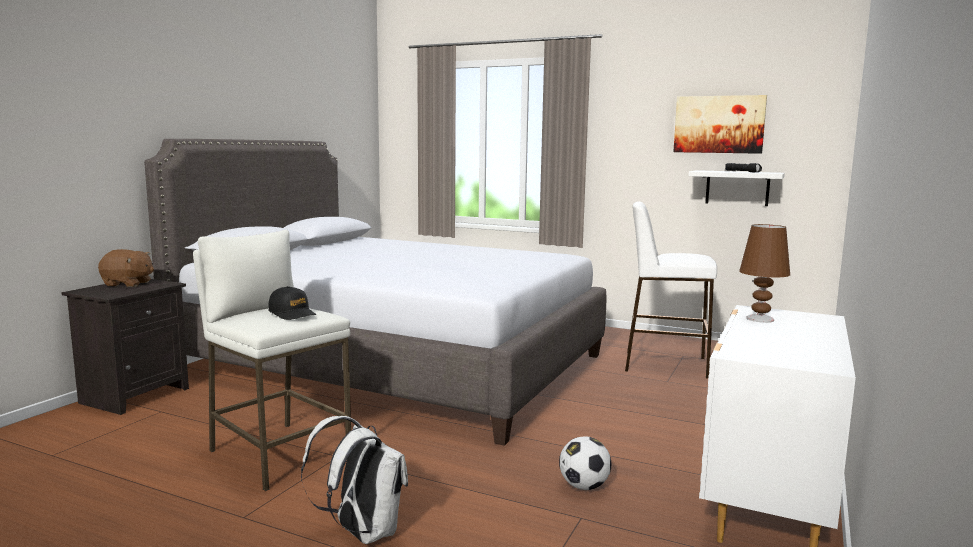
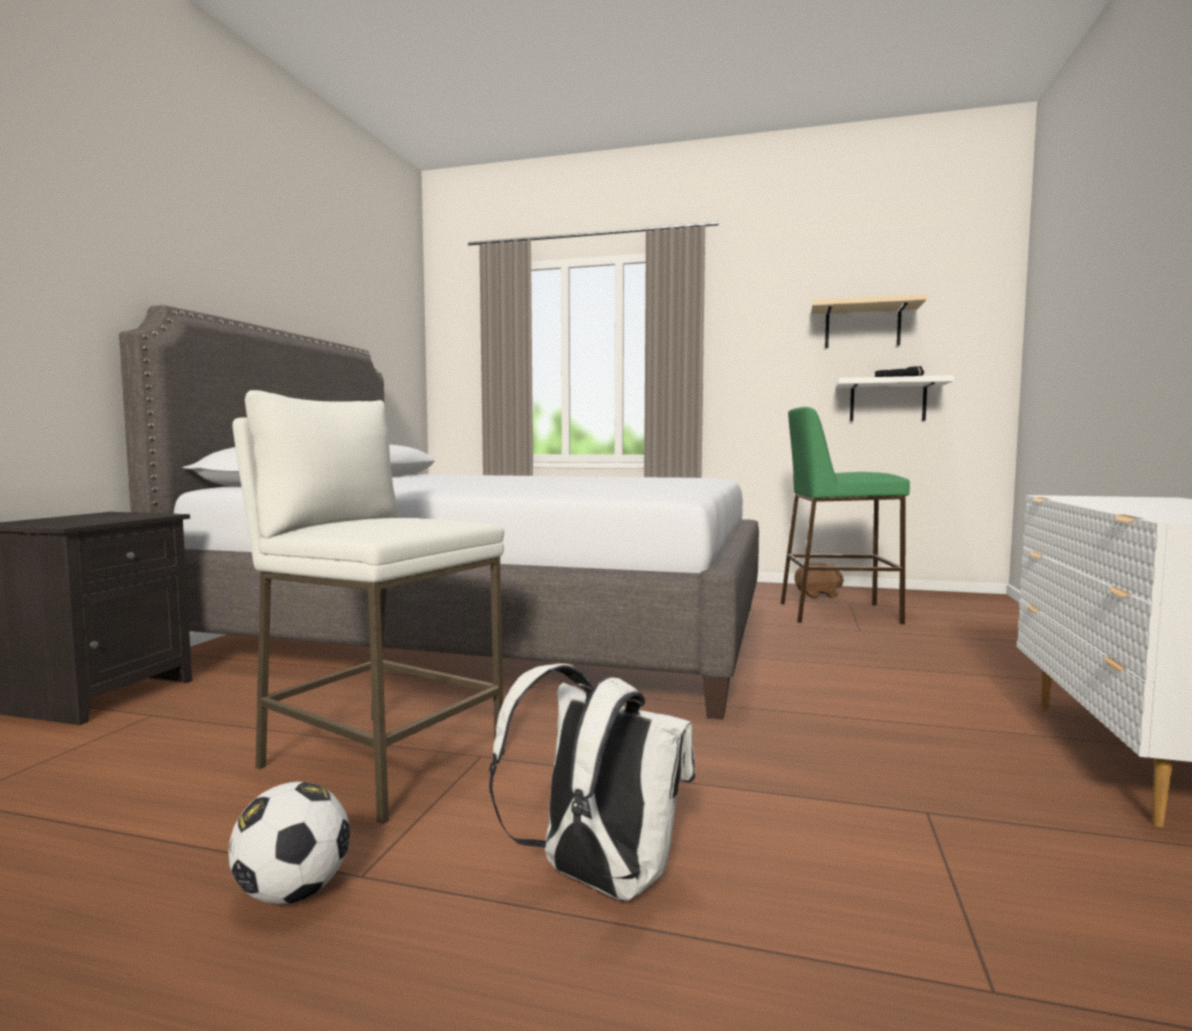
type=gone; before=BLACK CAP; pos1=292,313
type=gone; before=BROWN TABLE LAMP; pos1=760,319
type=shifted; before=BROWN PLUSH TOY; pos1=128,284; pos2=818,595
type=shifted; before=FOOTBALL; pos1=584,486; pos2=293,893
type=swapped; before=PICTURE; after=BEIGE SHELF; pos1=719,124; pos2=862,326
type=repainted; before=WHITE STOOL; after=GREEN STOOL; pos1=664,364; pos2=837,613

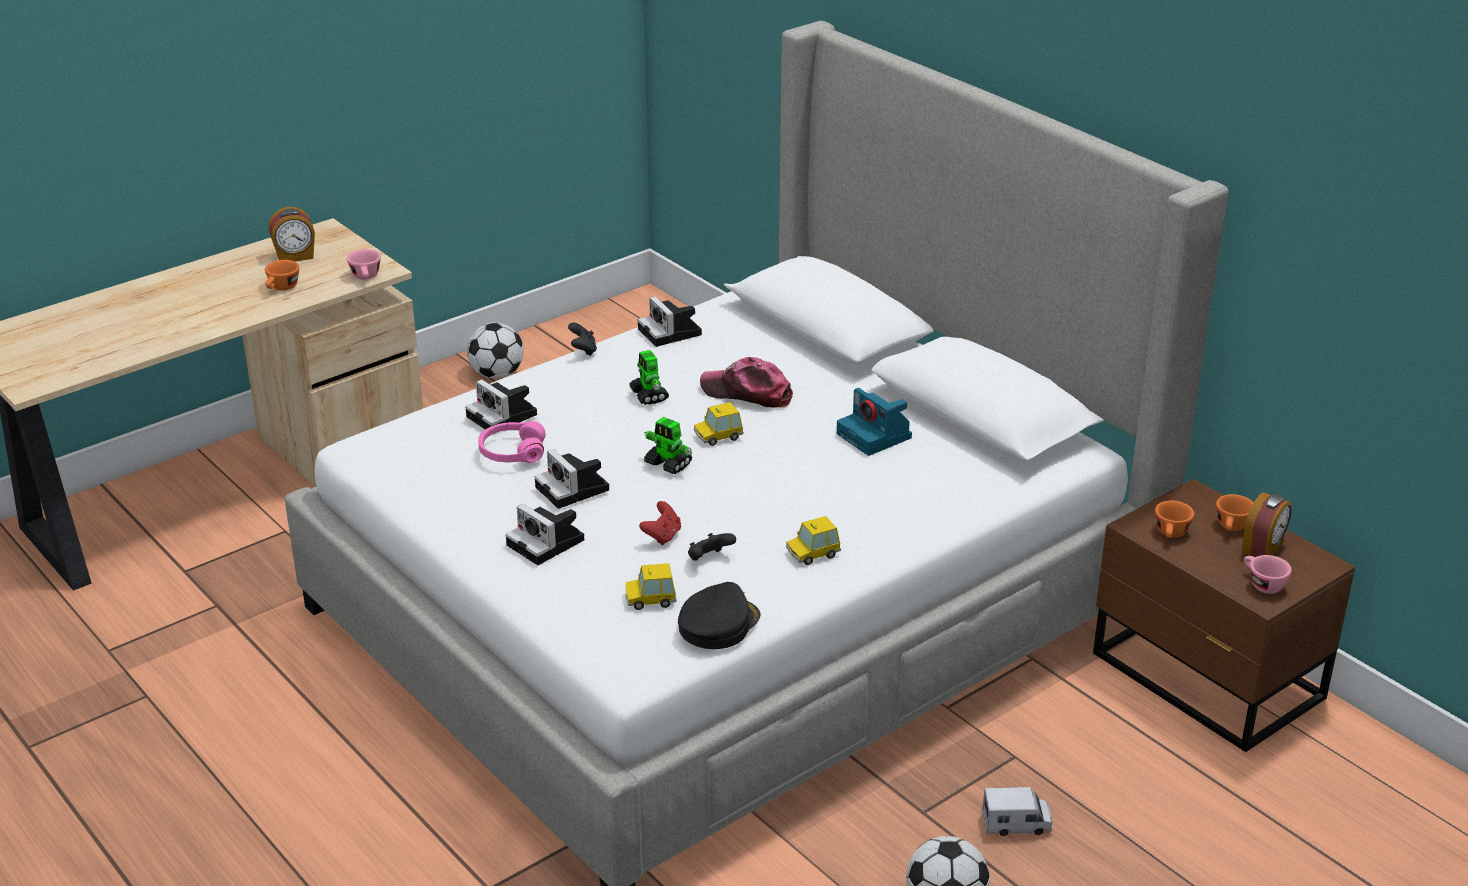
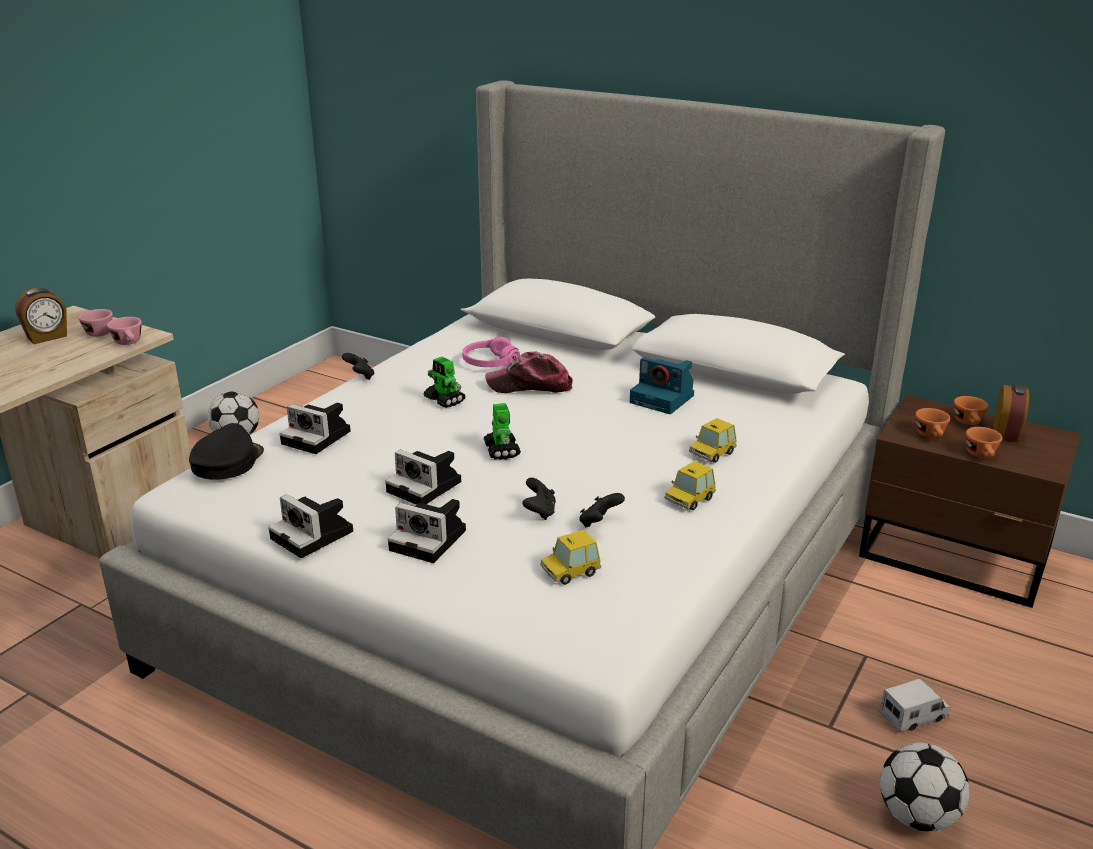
type=shifted; before=ORANGE CUP; pos1=282,288; pos2=982,456
type=shifted; before=PINK HEADPHONES; pos1=512,452; pos2=490,362
type=shifted; before=PHOTO CAMERA; pos1=671,333; pos2=315,535
type=shifted; before=BLACK CAP; pos1=717,624; pos2=226,462
type=shifted; before=TOY CAR; pos1=718,436; pos2=712,453
type=shifted; before=PINK CUP; pos1=1262,584; pos2=96,332
type=repainted; before=RED GAME CONTROLLER; after=BLACK GAME CONTROLLER; pos1=662,536; pos2=539,512
type=rotated; before=TOY ROBOT; pos1=668,464; pos2=501,450; turn=-120

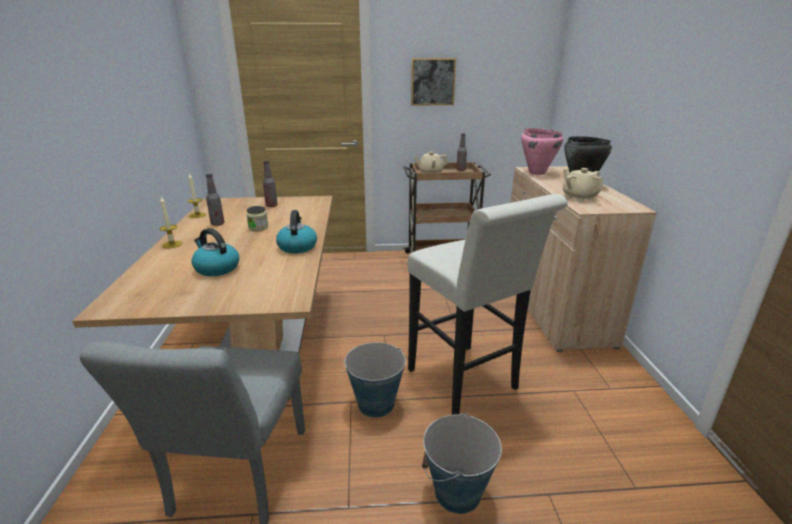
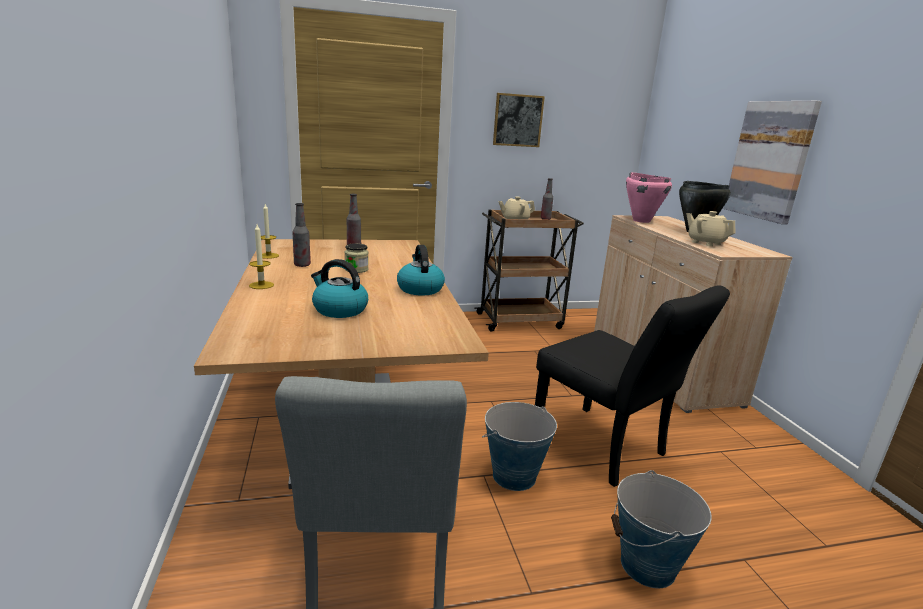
type=new; after=PICTURE; pos2=770,161
type=swapped; before=WHITE STOOL; after=BLACK CHAIR; pos1=467,383; pos2=606,449

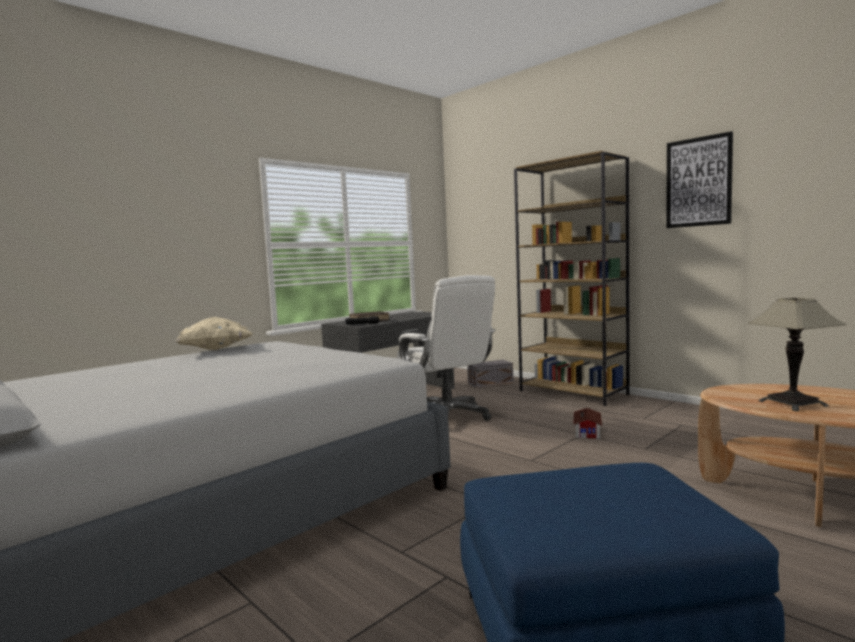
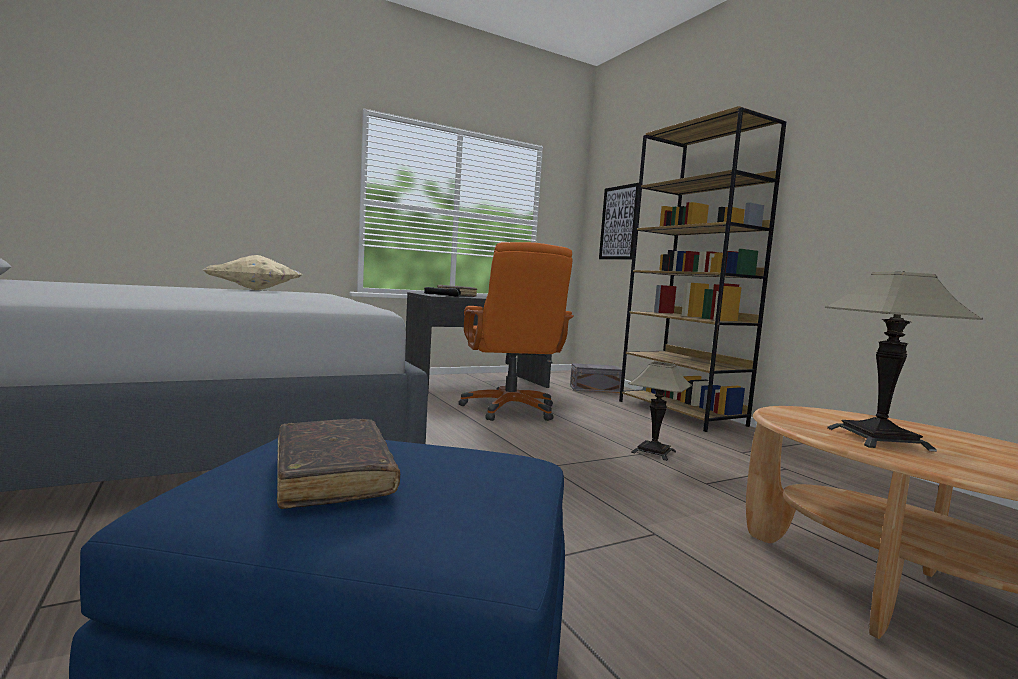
type=new; after=BROWN BOOK; pos2=333,475
type=shifted; before=PICTURE; pos1=698,182; pos2=619,223
type=swapped; before=TOY HOUSE; after=TABLE LAMP; pos1=588,431; pos2=654,452
type=repainted; before=WHITE OFFICE CHAIR; after=ORANGE OFFICE CHAIR; pos1=448,416; pos2=510,409

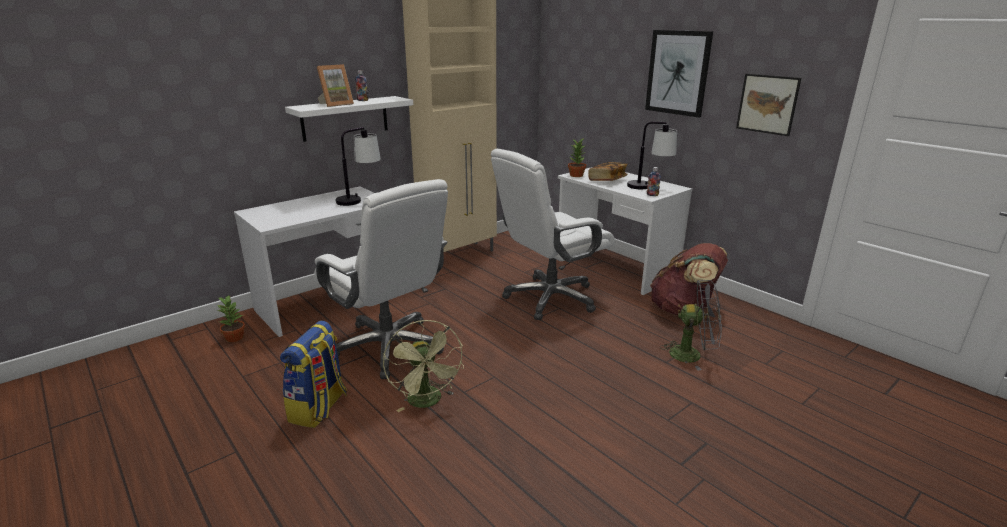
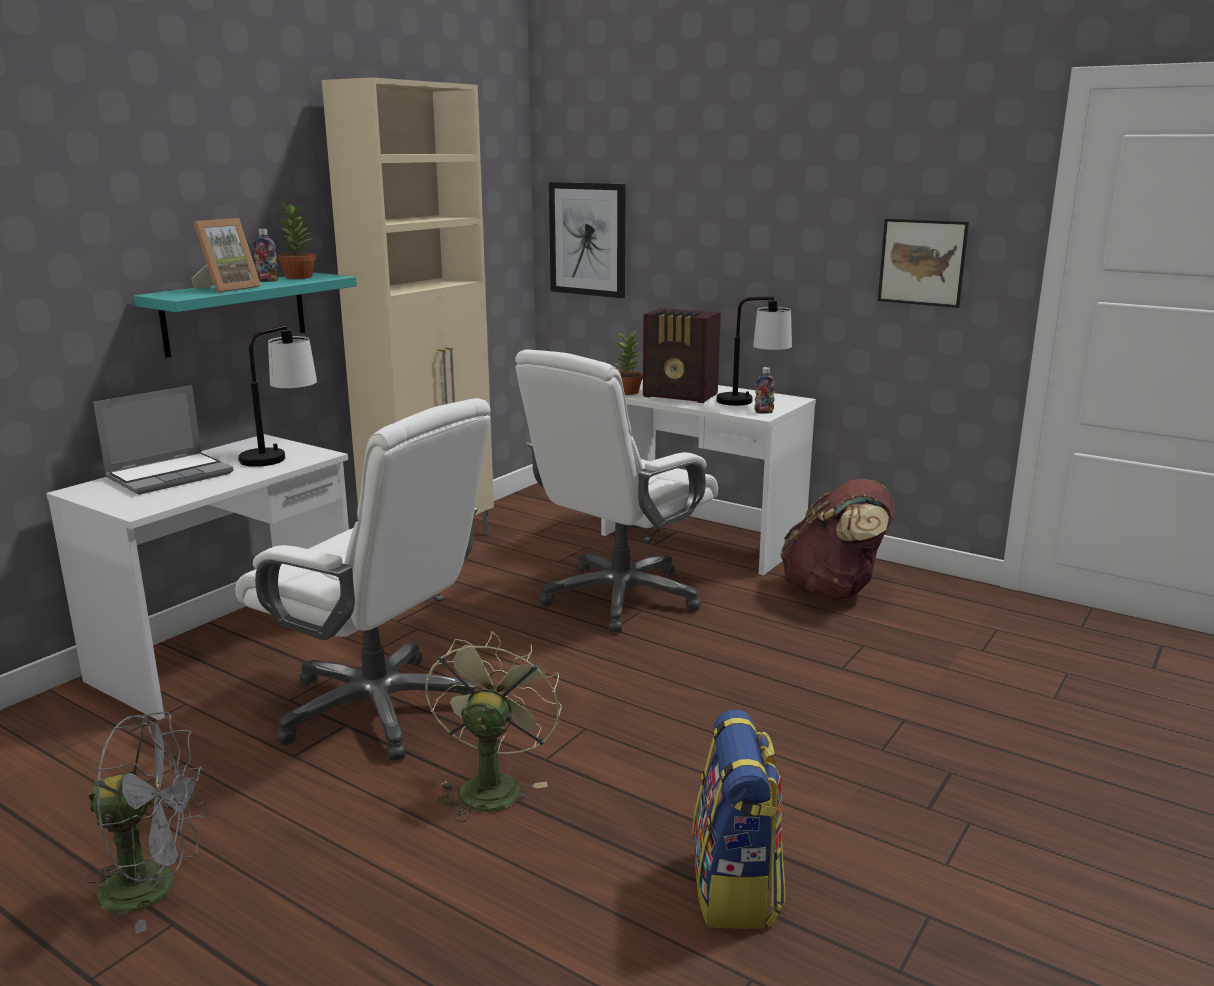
type=new; after=LAPTOP; pos2=170,475
type=shifted; before=POTTED PLANT; pos1=234,337; pos2=298,277
type=shifted; before=BACKPACK; pos1=319,408; pos2=736,889
type=shifted; before=PICTURE; pos1=678,73; pos2=588,239
type=shifted; before=GREY FAN; pos1=692,354; pos2=155,887
type=swapped; before=BOOK; after=RADIO; pos1=607,180; pos2=681,396
type=repainted; before=WHITE SHELF; after=TURQUOISE SHELF; pos1=345,118; pos2=235,313
type=rotated; before=GREEN FAN; pos1=427,402; pos2=491,785; turn=-135

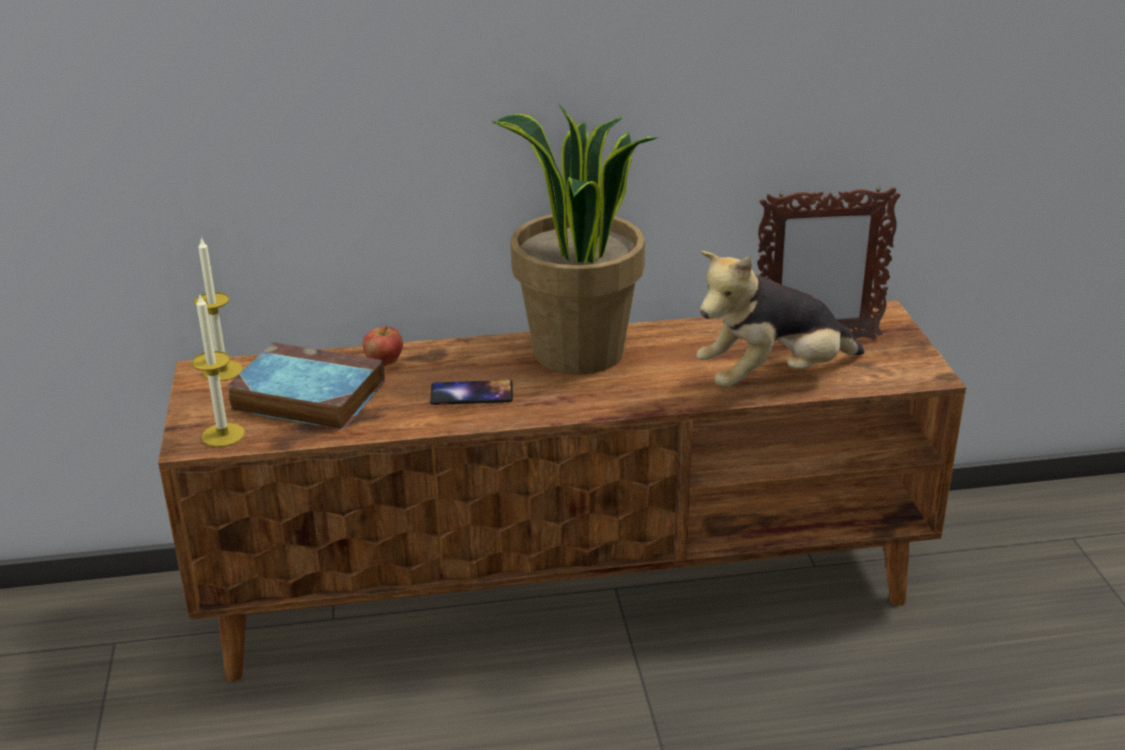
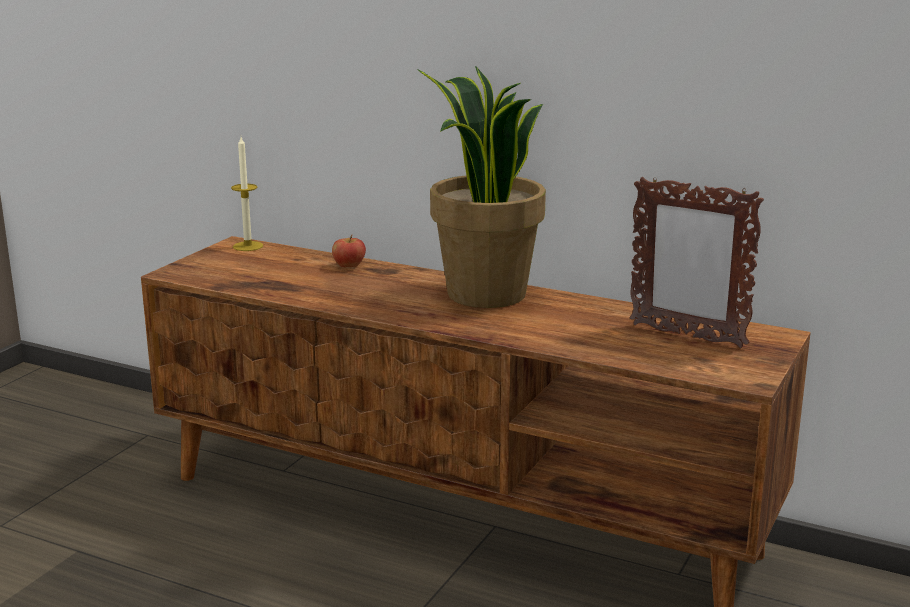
type=gone; before=CANDLE; pos1=223,435
type=gone; before=BOOK; pos1=304,396
type=gone; before=PHONE; pos1=471,393
type=gone; before=PLUSH TOY; pos1=773,378

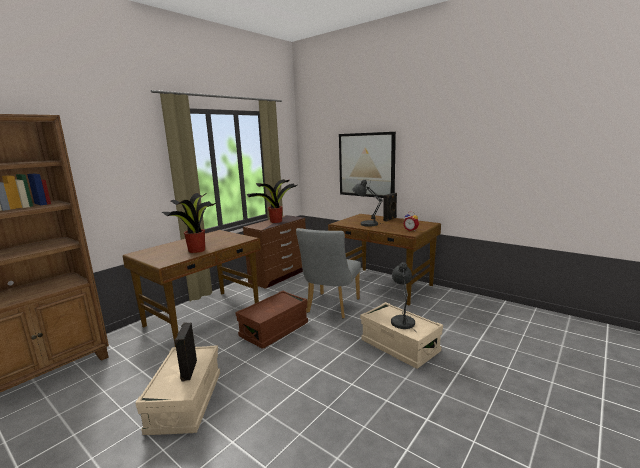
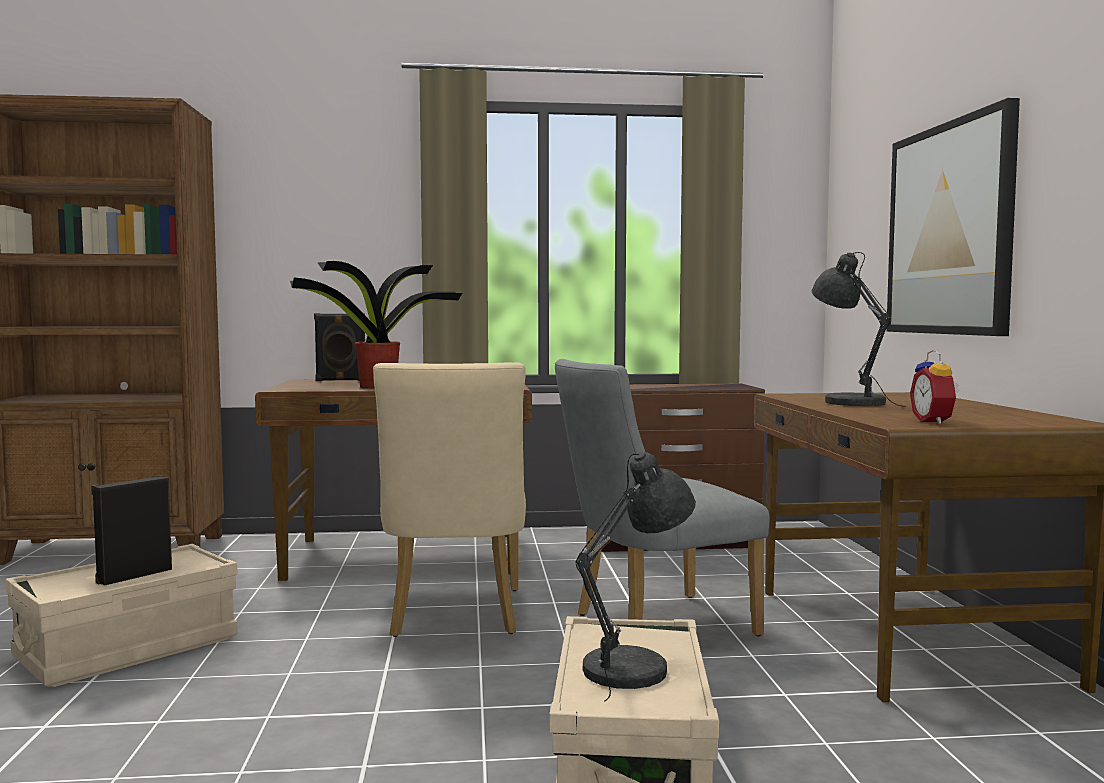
type=gone; before=POTTED PLANT; pos1=275,221
type=shifted; before=BLACK SPEAKER; pos1=390,219; pos2=340,380
type=swapped; before=BROWN STORAGE BOX; after=BEIGE CHAIR; pos1=274,330; pos2=455,616

